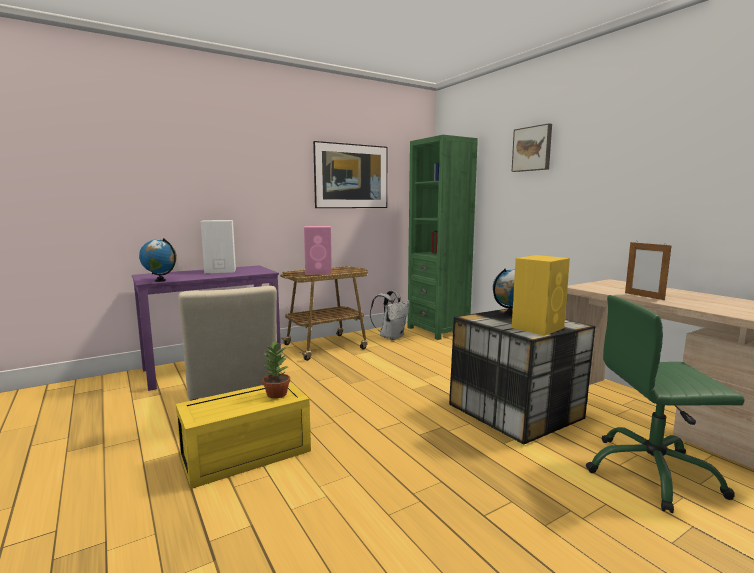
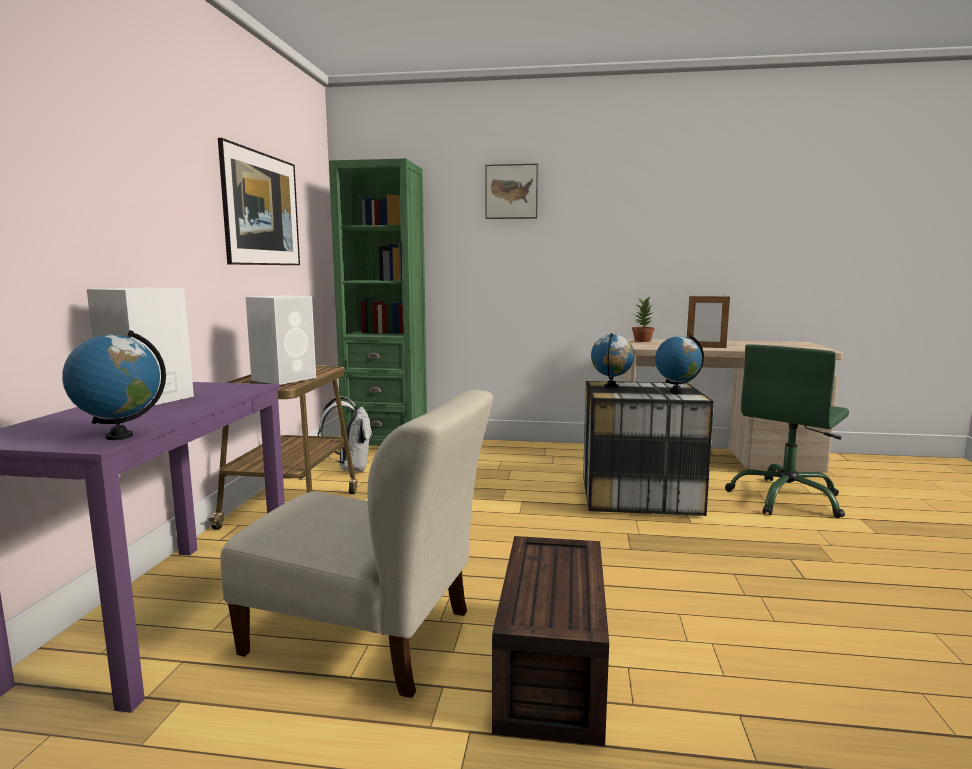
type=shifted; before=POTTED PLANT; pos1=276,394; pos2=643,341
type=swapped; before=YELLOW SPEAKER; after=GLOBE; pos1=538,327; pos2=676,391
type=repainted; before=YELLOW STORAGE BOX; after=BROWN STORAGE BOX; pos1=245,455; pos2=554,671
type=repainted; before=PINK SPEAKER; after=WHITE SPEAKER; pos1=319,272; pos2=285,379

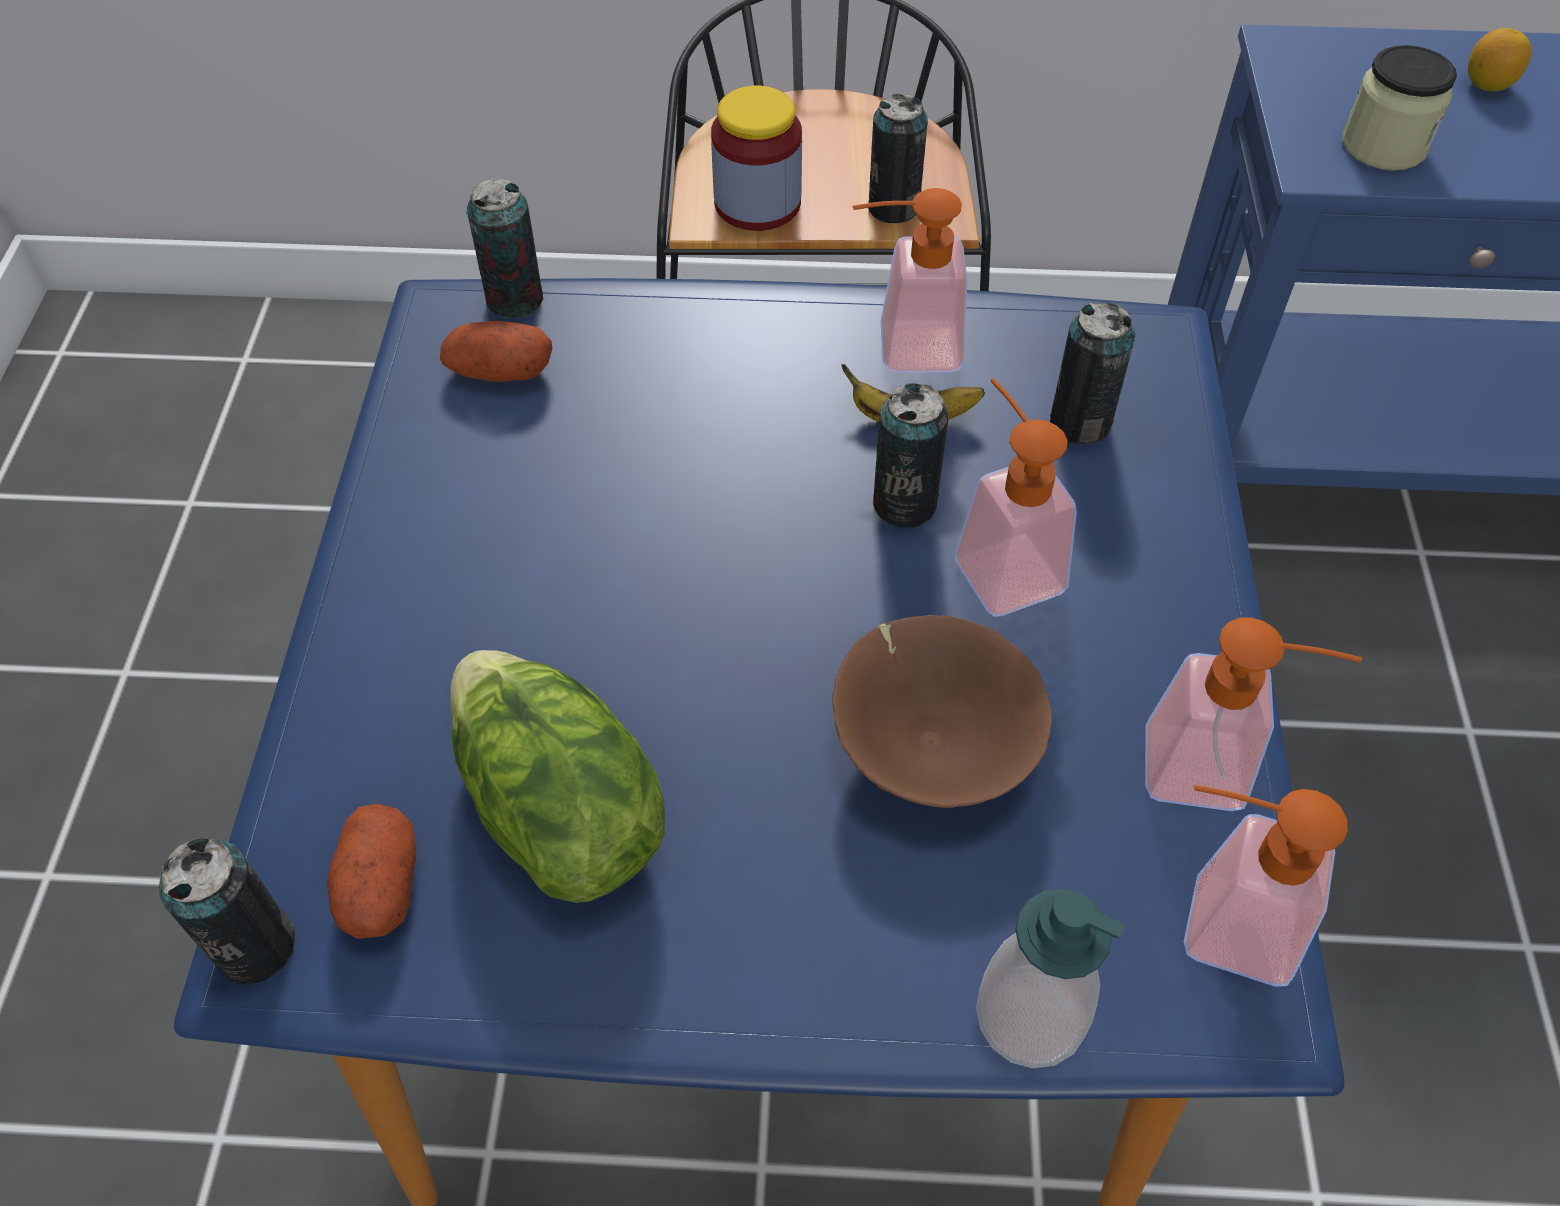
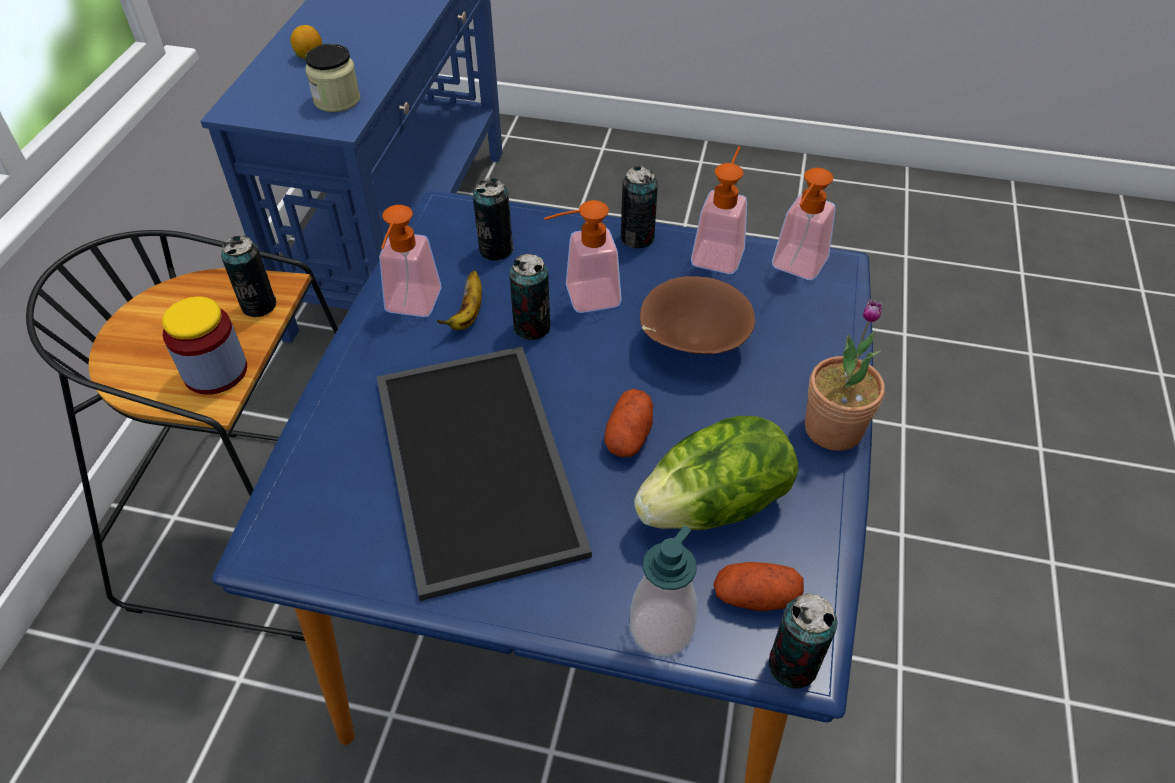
type=new; after=TRAY; pos2=481,465
type=new; after=POTTED PLANT; pos2=833,429
type=shifted; before=POTATO; pos1=500,372; pos2=629,436
type=shifted; before=CAN; pos1=515,299; pos2=637,238
type=shifted; before=SOAP DISPENSER; pos1=1030,1016; pos2=661,628

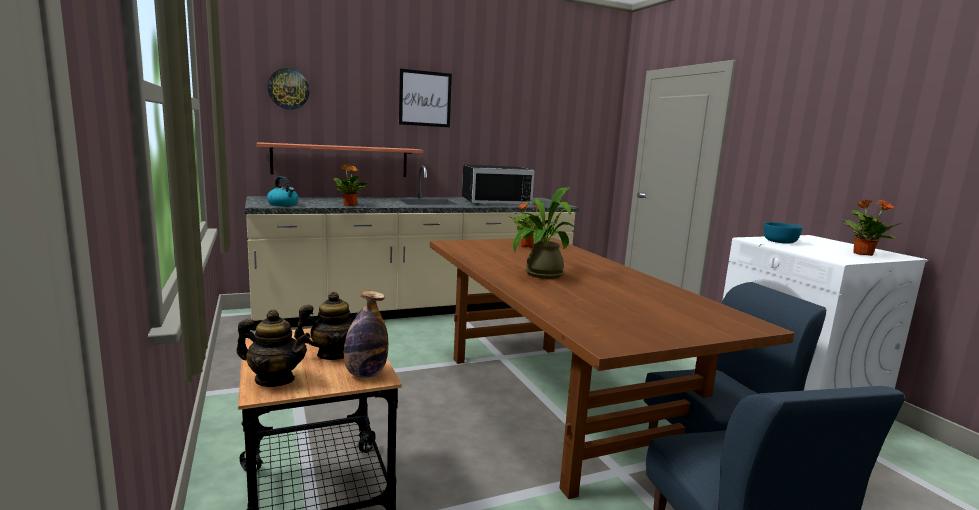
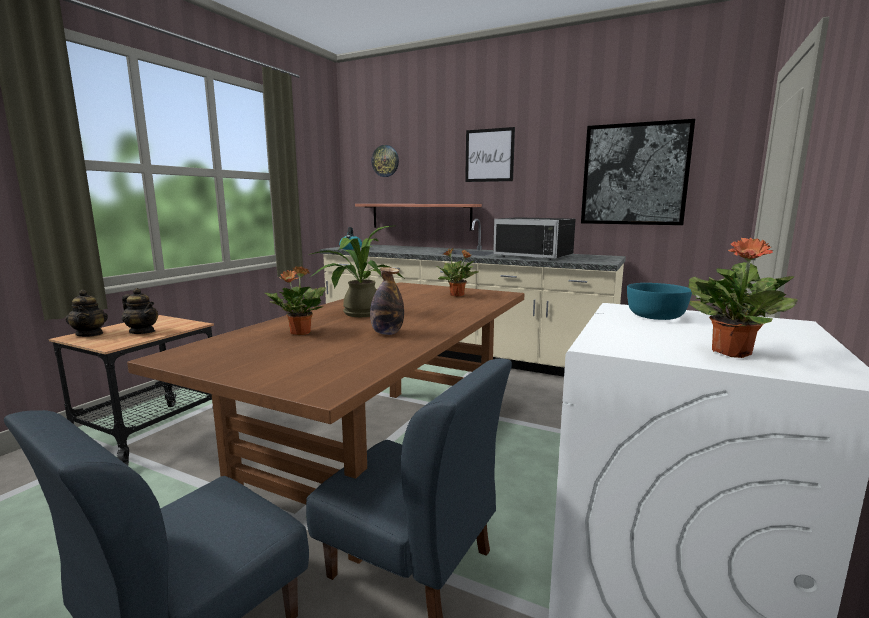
type=new; after=PICTURE; pos2=634,174
type=shifted; before=POTTED PLANT; pos1=350,205; pos2=299,333
type=shifted; before=BOTTLE; pos1=365,374; pos2=387,333

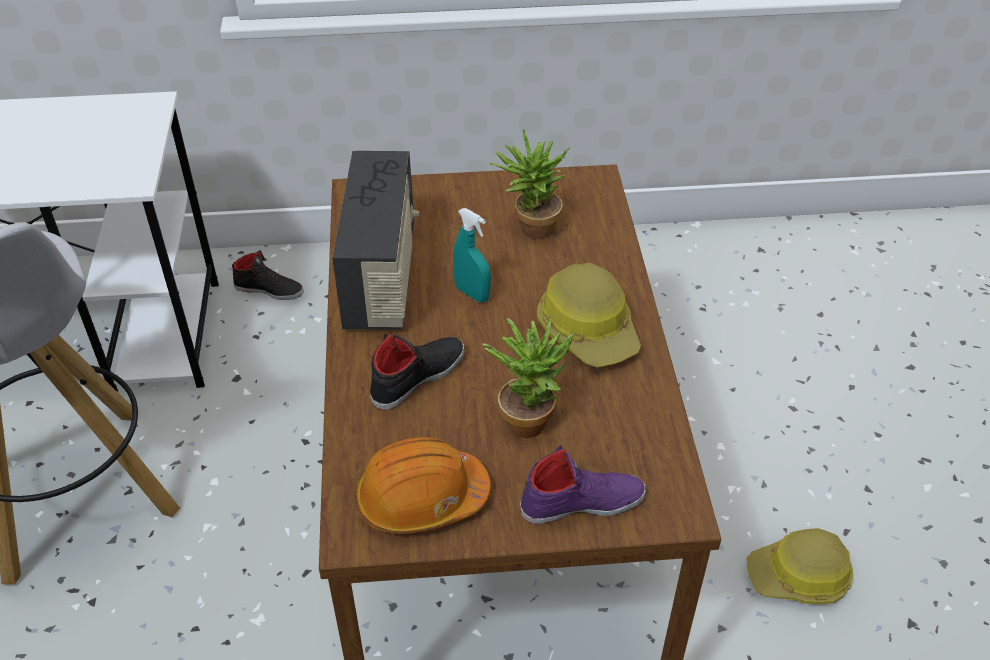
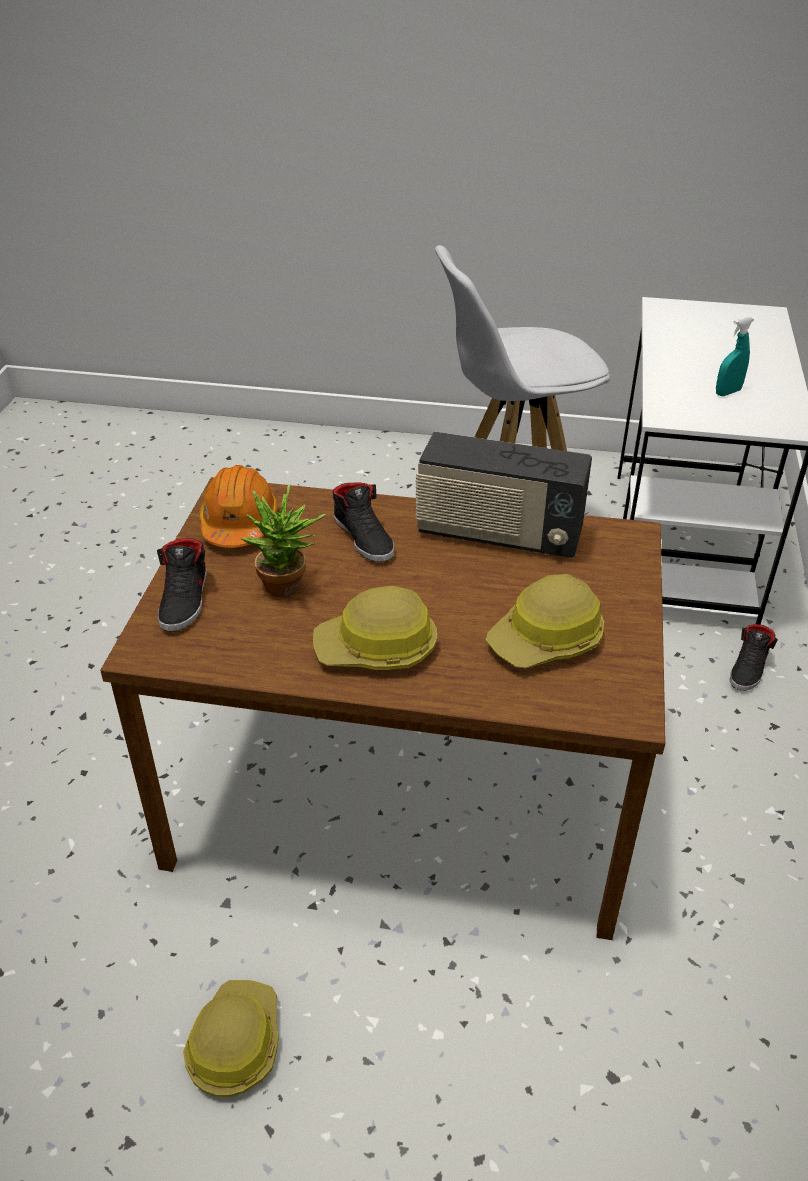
type=shifted; before=TURQUOISE SPRAY BOTTLE; pos1=472,293; pos2=728,392
type=swapped; before=POTTED PLANT; after=HARD HAT; pos1=530,229; pos2=547,640
type=repainted; before=PURPLE SHOE; after=BLACK SHOE; pos1=582,502; pos2=185,600

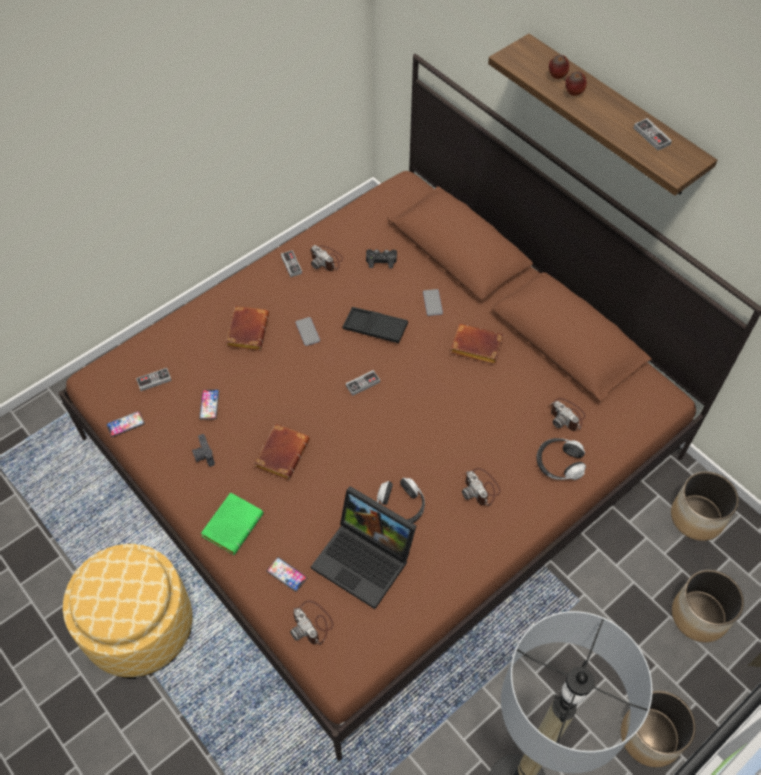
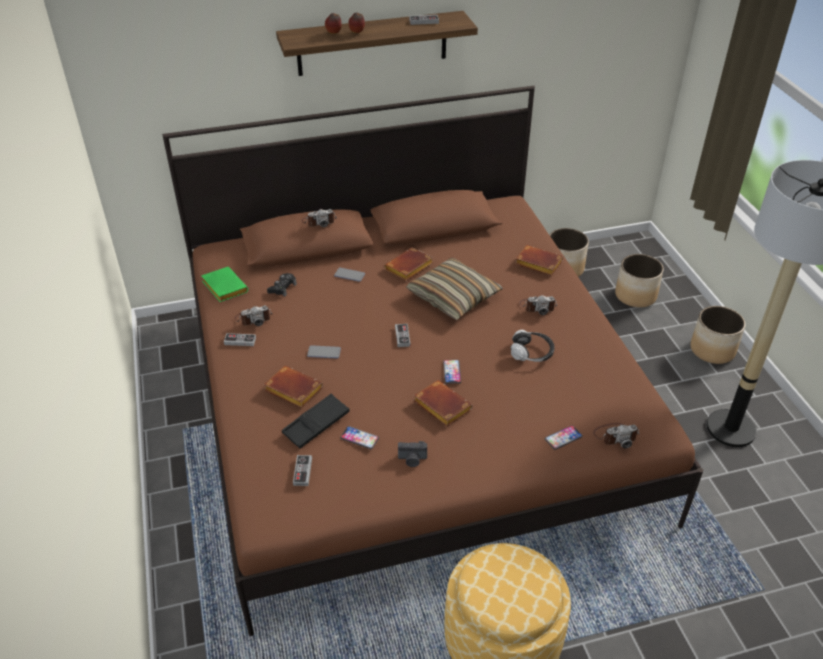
type=gone; before=LAPTOP; pos1=366,559
type=new; after=PILLOW; pos2=453,297
type=shifted; before=PHONE; pos1=125,424; pos2=452,372
type=shifted; before=GREEN BOOK; pos1=232,524; pos2=223,287
type=shifted; before=BLACK TRAY; pos1=375,328; pos2=316,424
type=shifted; before=PHOTO CAMERA; pos1=567,416; pos2=319,221
type=swapped; before=HEADPHONES; after=BROWN BOOK; pos1=559,463; pos2=537,264

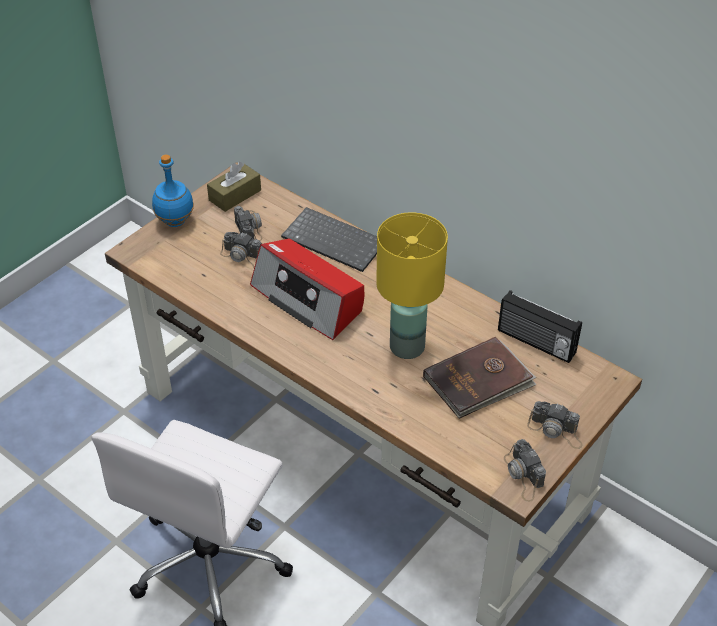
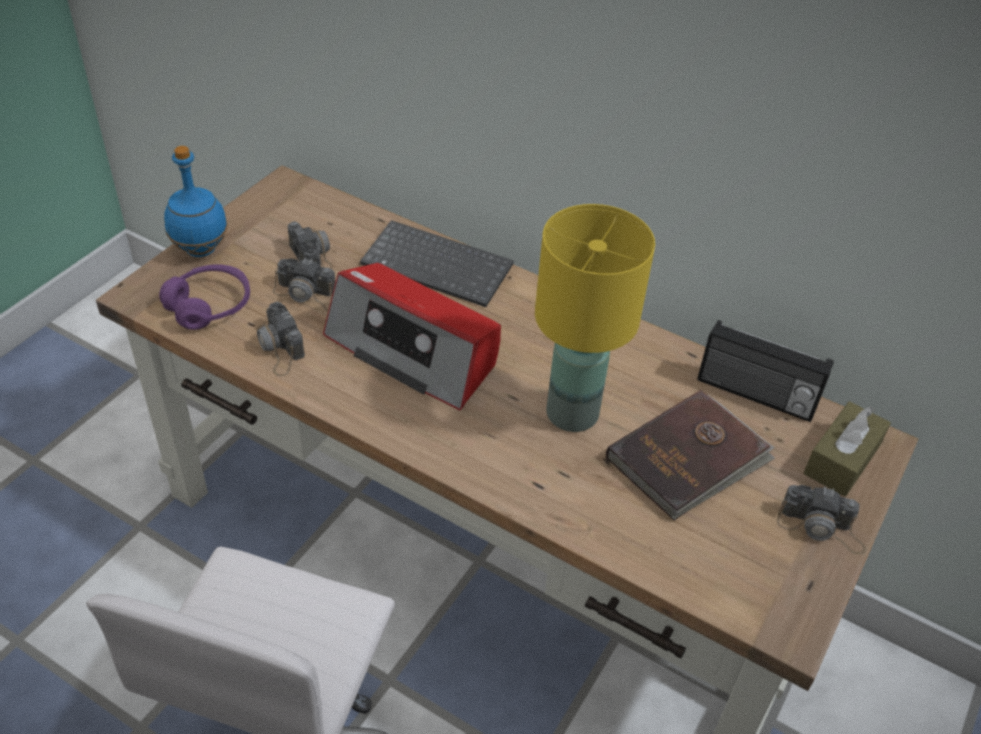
type=new; after=PURPLE HEADPHONES; pos2=209,306
type=shifted; before=BROWN TISSUE BOX; pos1=235,195; pos2=841,460
type=shifted; before=PHOTO CAMERA; pos1=523,475; pos2=279,347

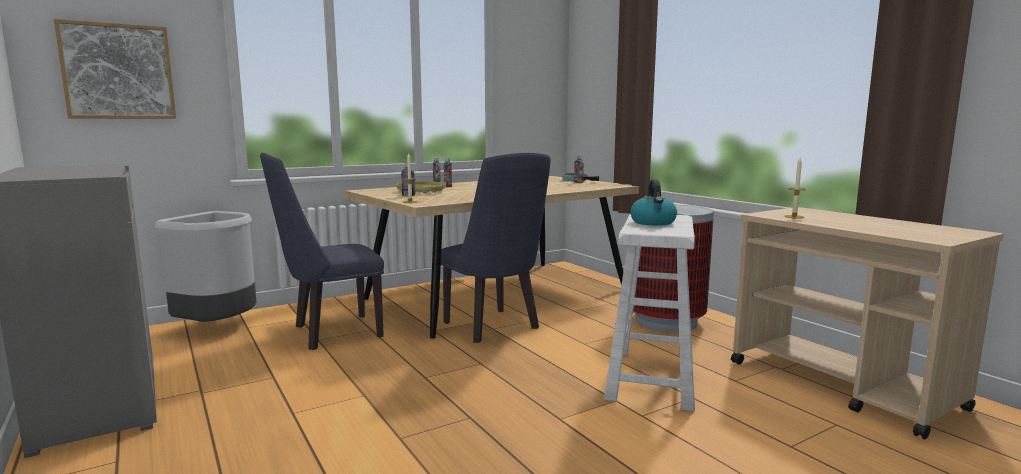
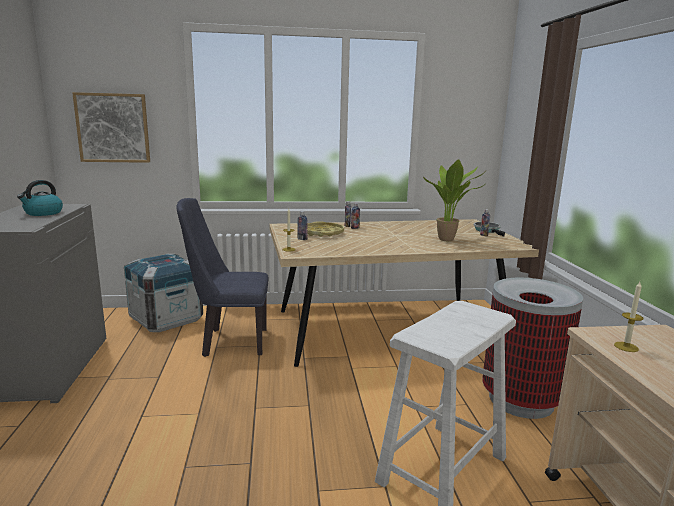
type=gone; before=BLUE CHAIR; pos1=495,328
type=new; after=POTTED PLANT; pos2=449,240
type=shifted; before=KETTLE; pos1=653,222; pos2=43,213
type=swapped; before=GREY TRASH CAN; after=CRATE; pos1=219,328; pos2=166,319

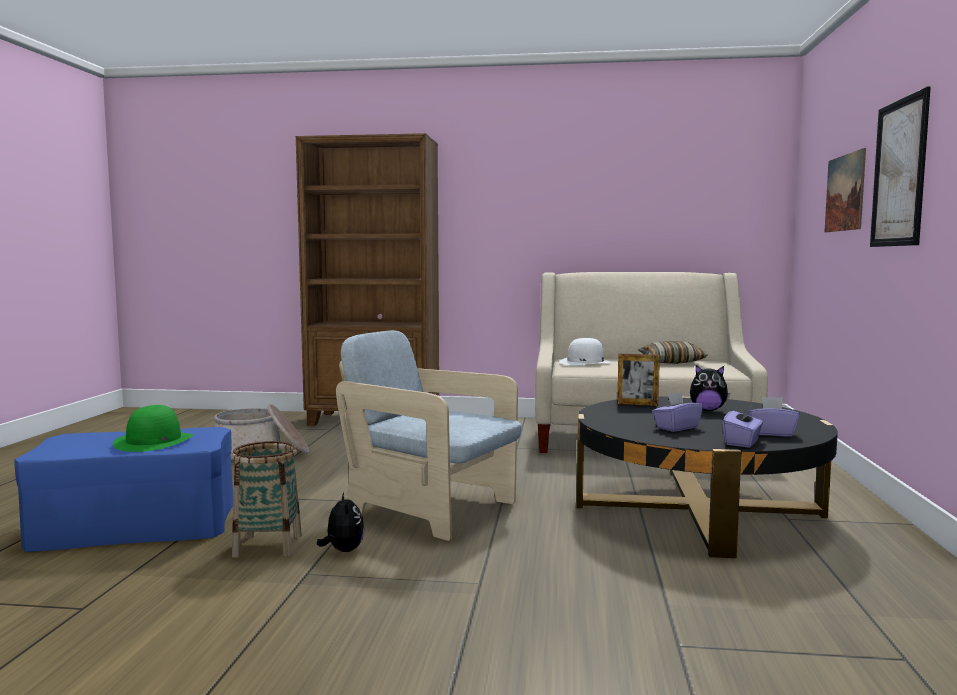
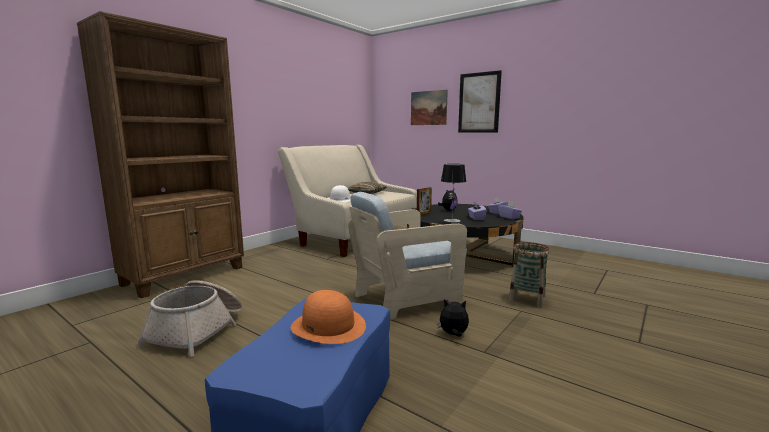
type=new; after=TABLE LAMP; pos2=452,220
type=shifted; before=BASKET; pos1=268,546; pos2=527,299
type=repainted; before=GREEN HAT; after=ORANGE HAT; pos1=154,441; pos2=328,326

